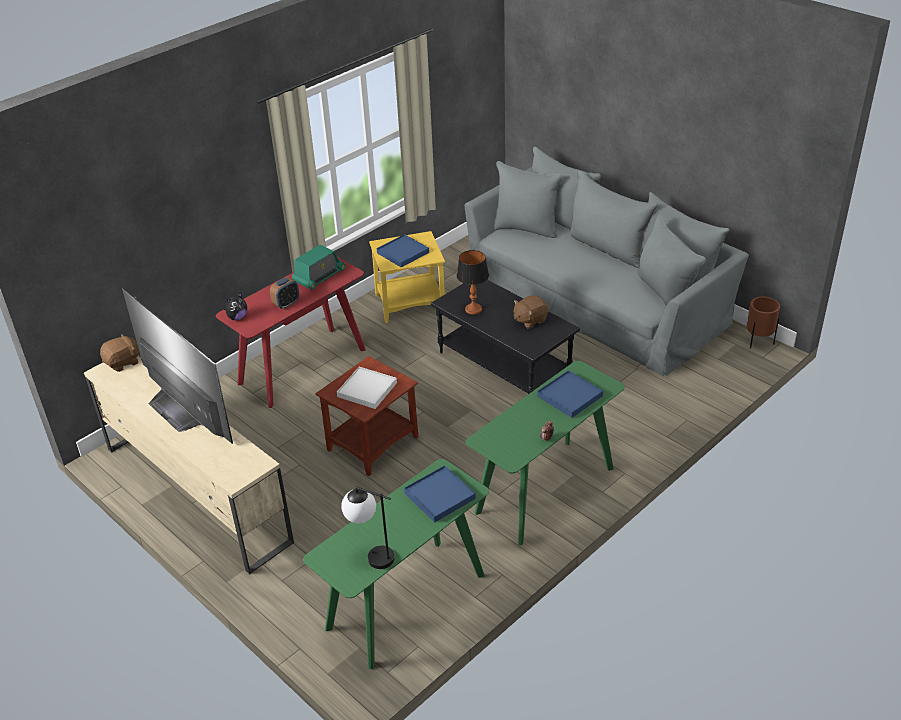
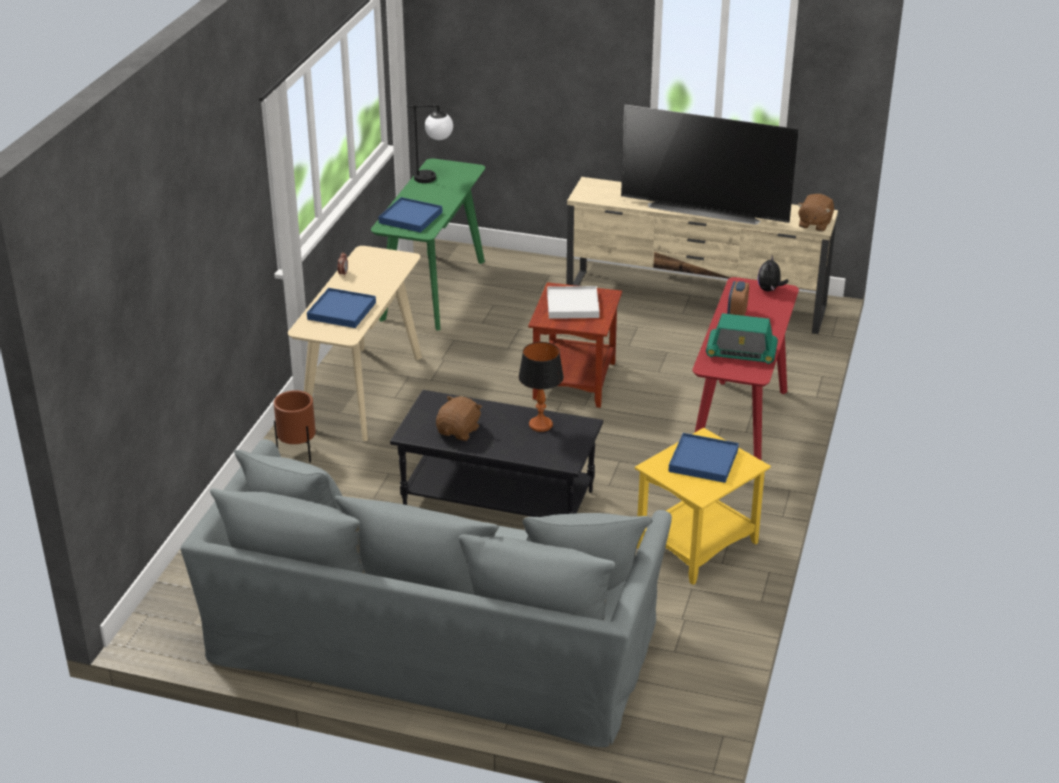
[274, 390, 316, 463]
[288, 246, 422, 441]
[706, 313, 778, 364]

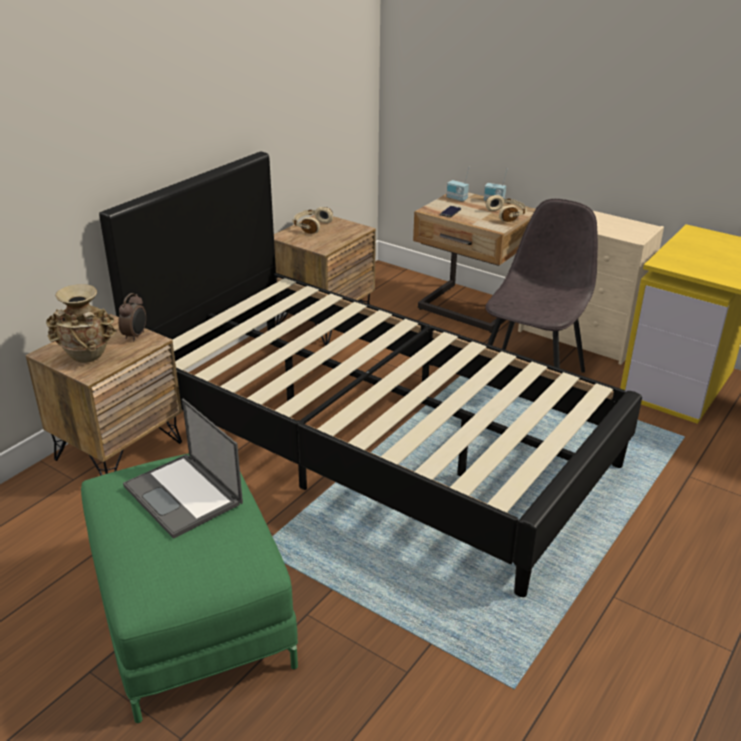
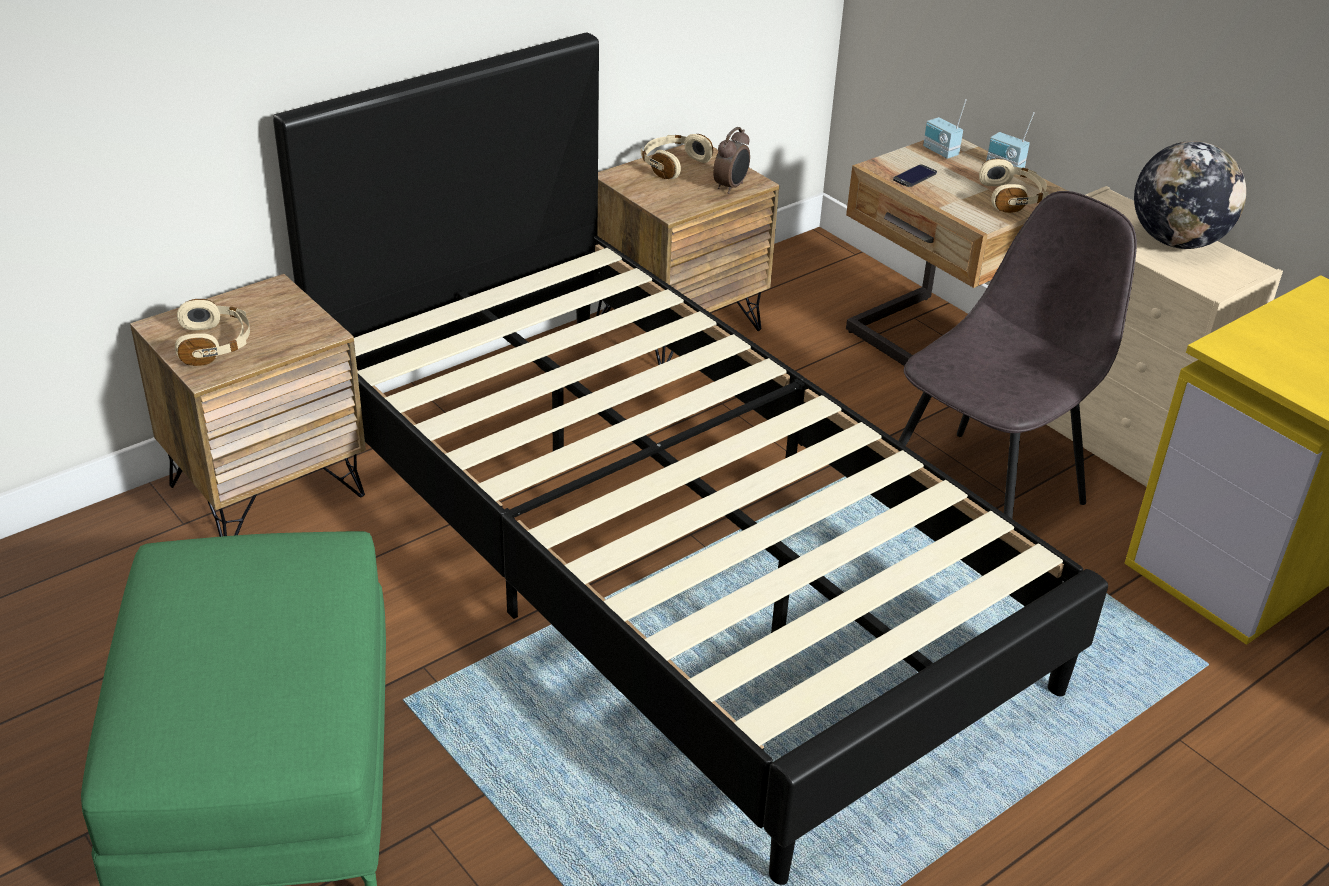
[123, 399, 243, 539] (first image)
[1134, 141, 1246, 249]
[713, 127, 750, 194]
[175, 299, 250, 366]

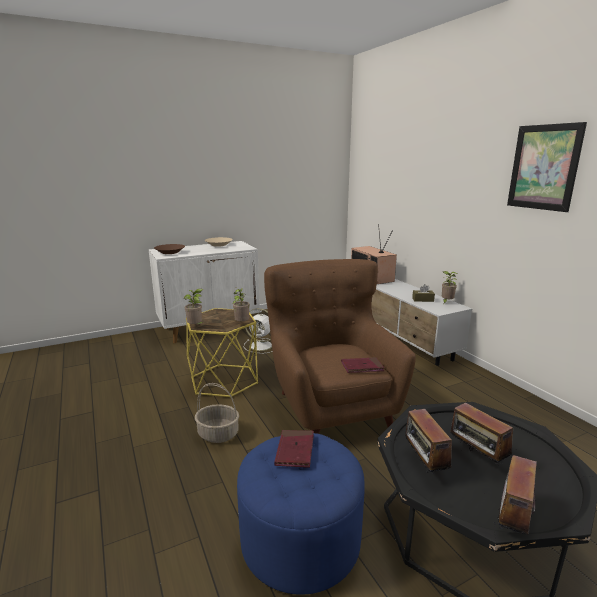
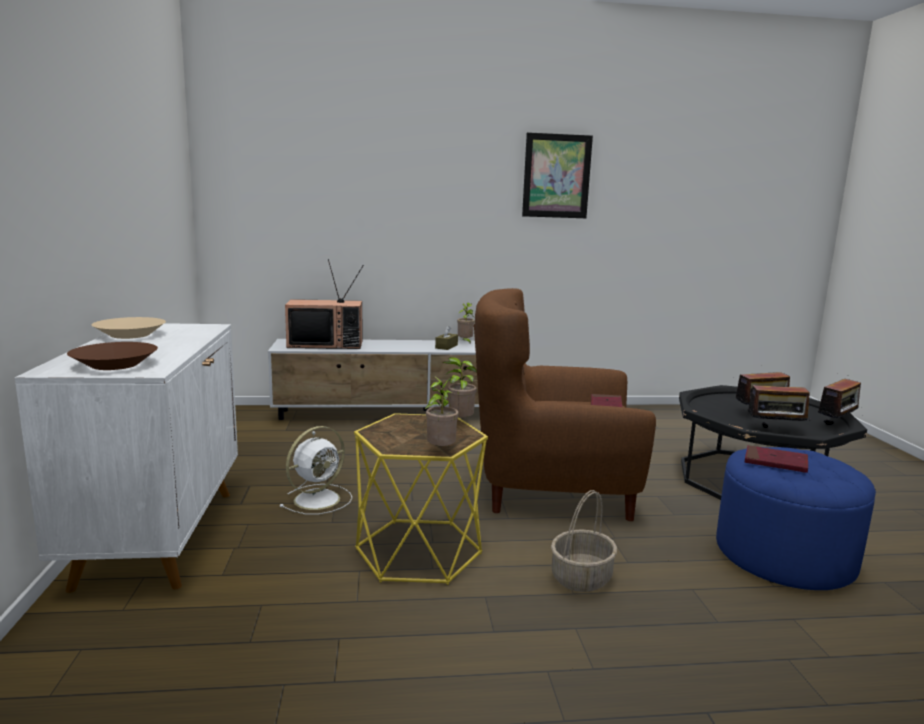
[818, 379, 862, 425]

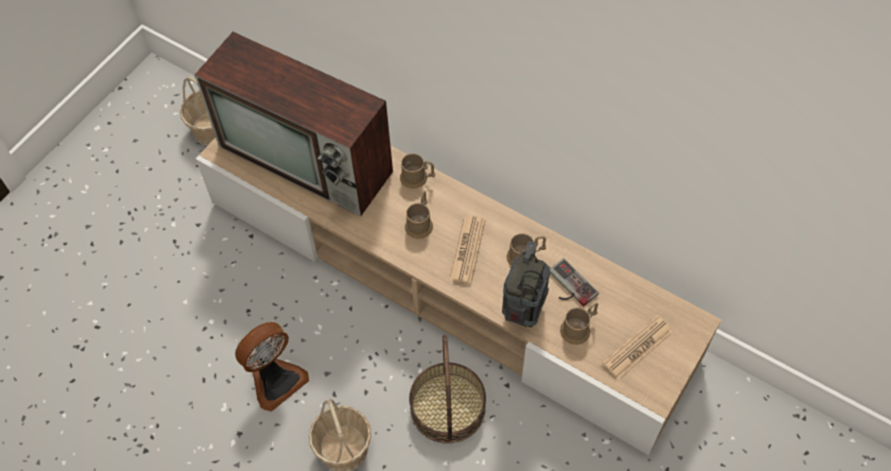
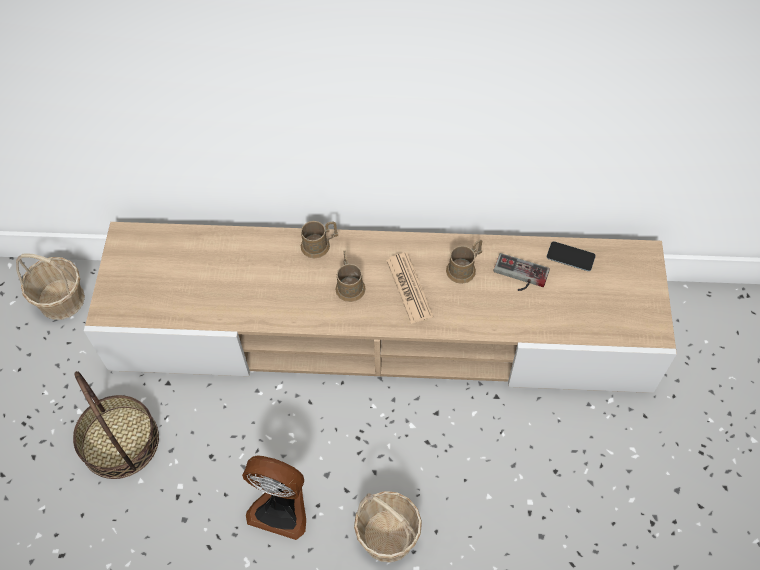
[195, 32, 393, 216] (first image)
[502, 241, 550, 327] (first image)
[560, 303, 598, 345] (first image)
[602, 315, 673, 380] (first image)
[547, 241, 595, 271]
[73, 371, 159, 479]
[242, 456, 306, 540]

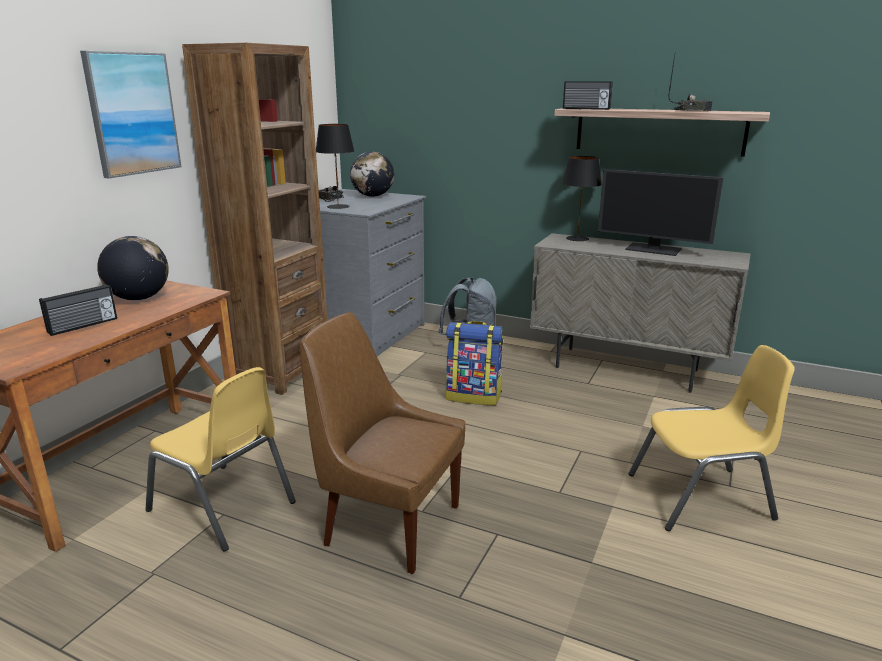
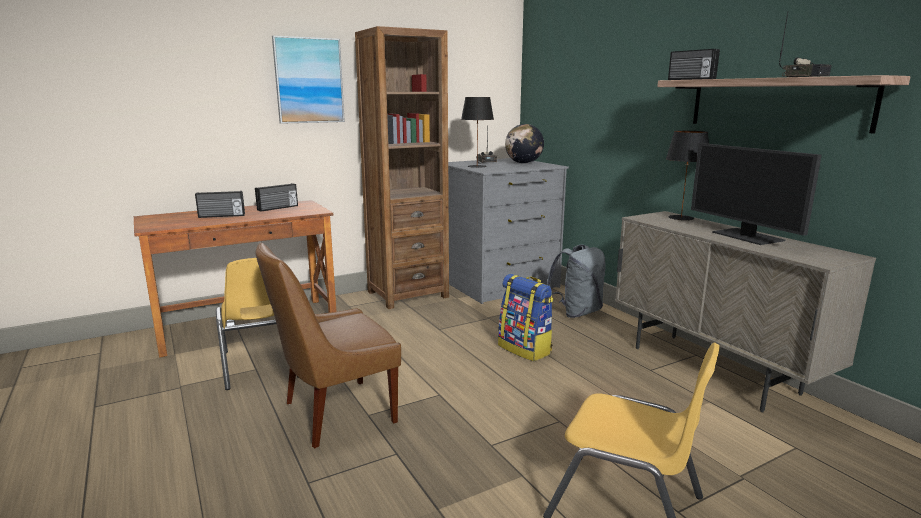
[255, 183, 298, 212]
[256, 243, 401, 448]

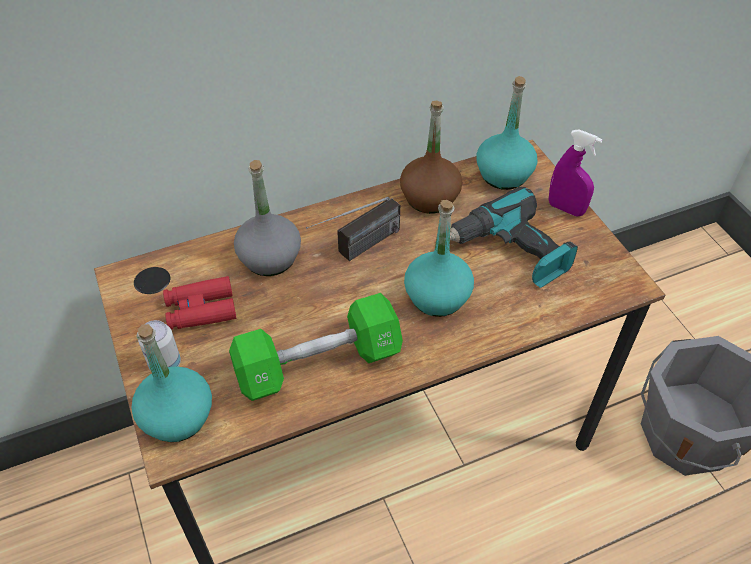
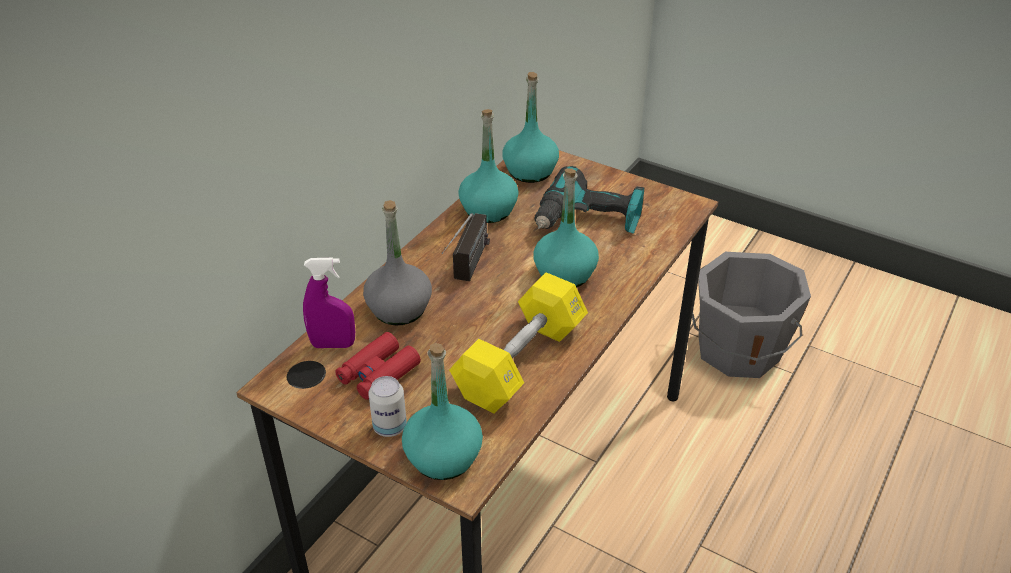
[303, 258, 355, 348]
[449, 272, 588, 413]
[458, 109, 519, 223]

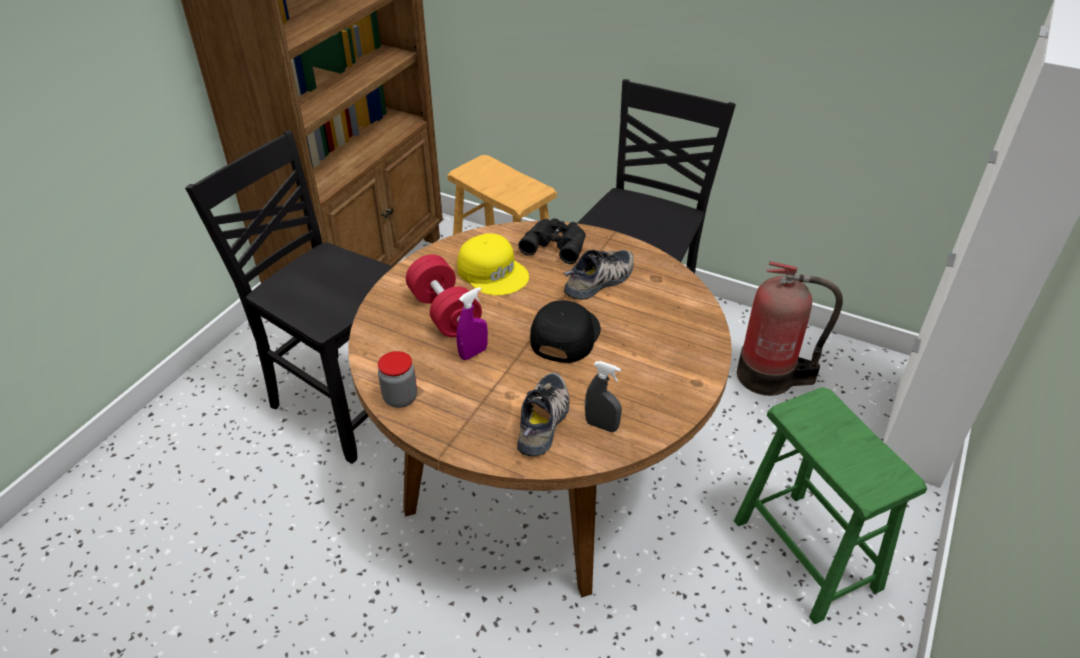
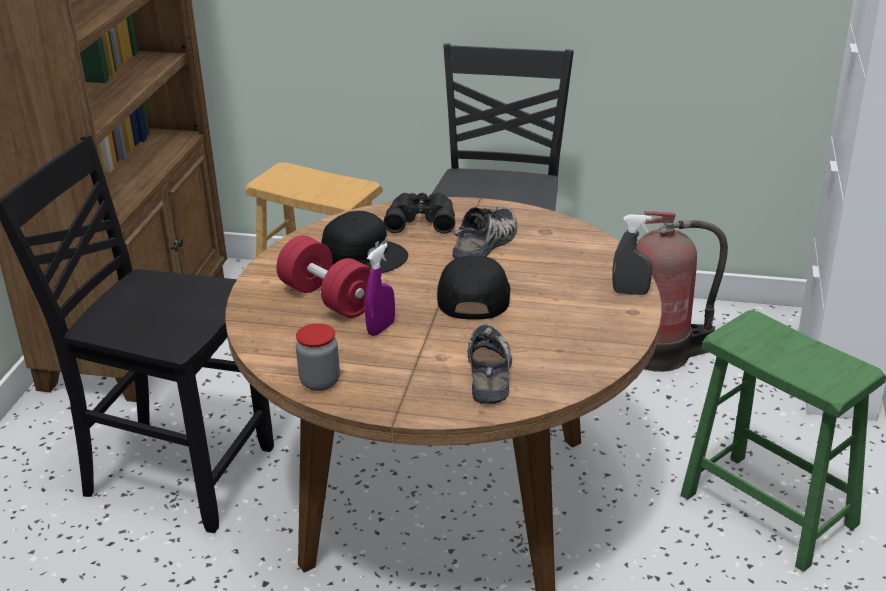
[612, 214, 653, 295]
[321, 211, 408, 273]

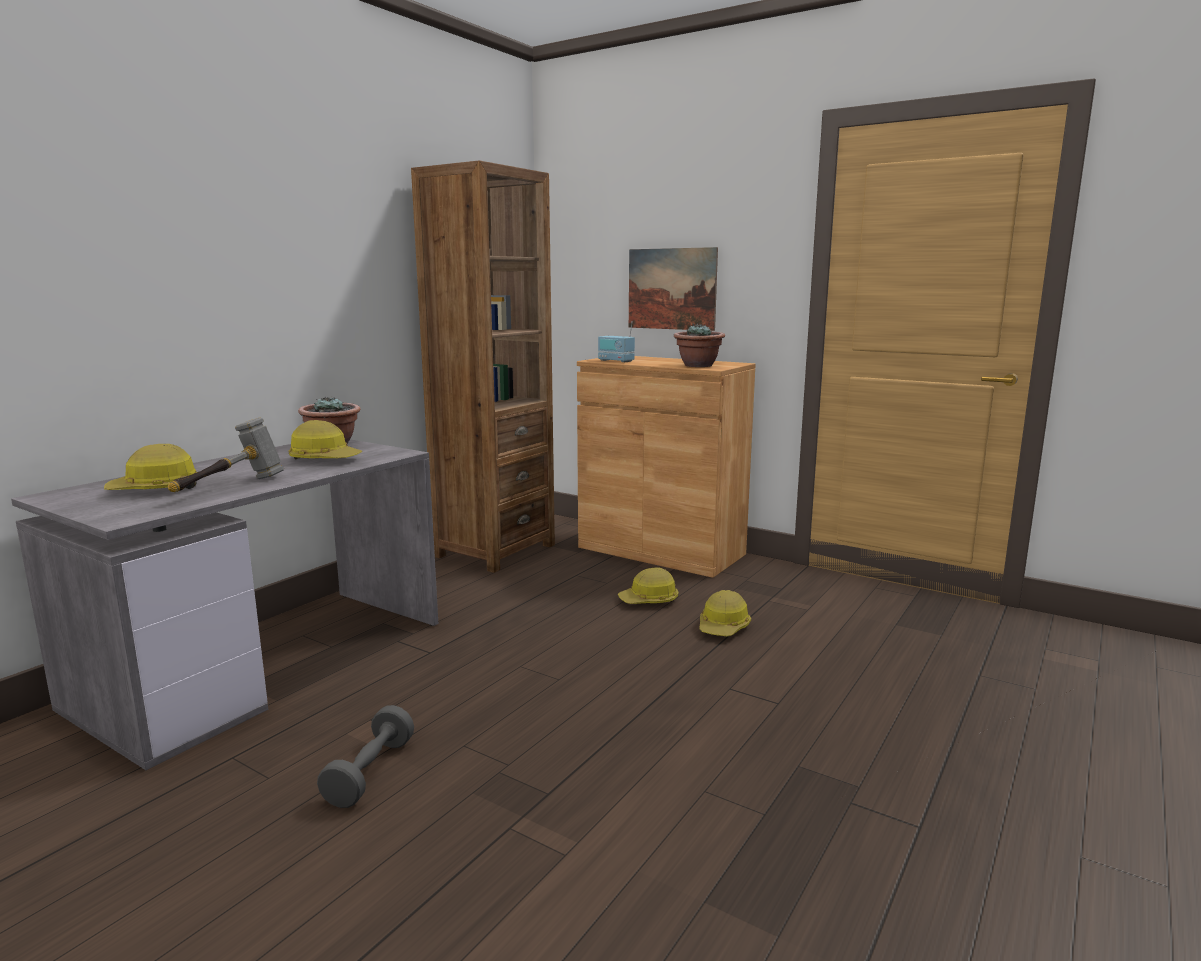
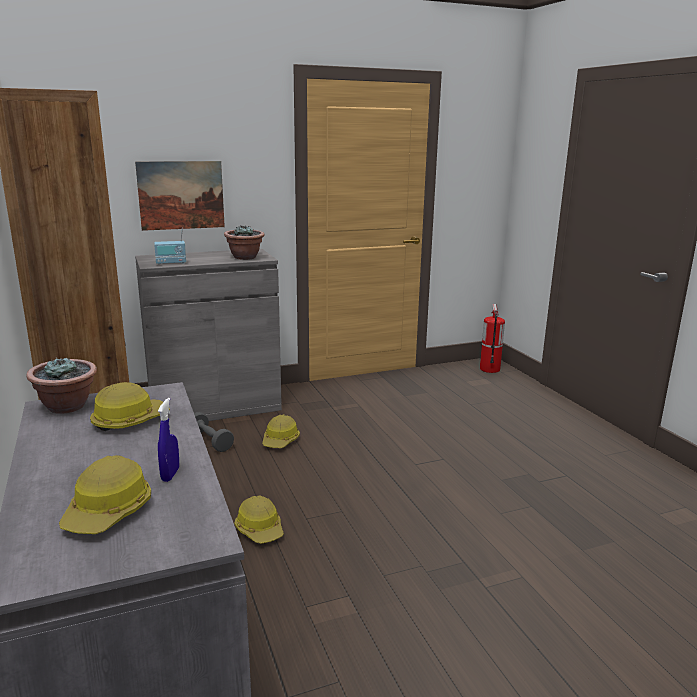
[480, 304, 505, 373]
[194, 412, 234, 452]
[234, 495, 284, 544]
[158, 398, 179, 482]
[135, 249, 282, 421]

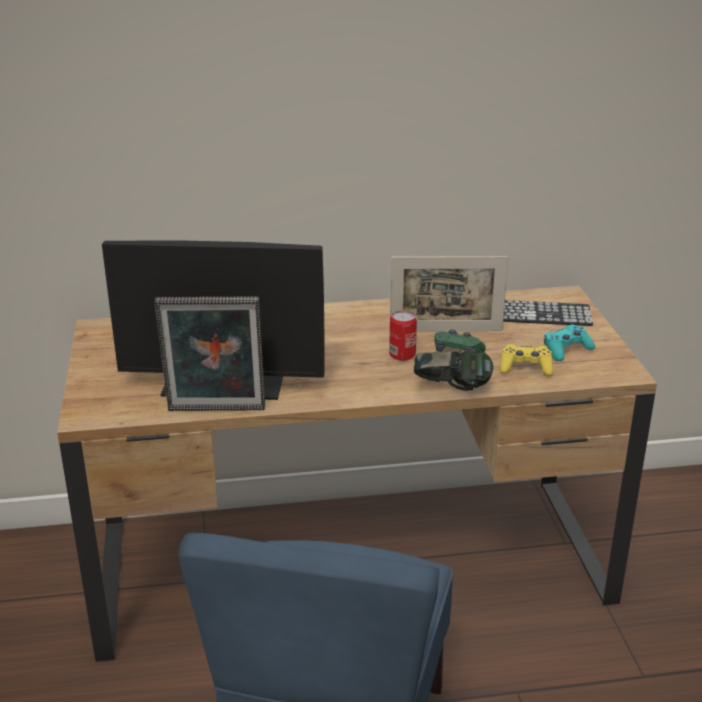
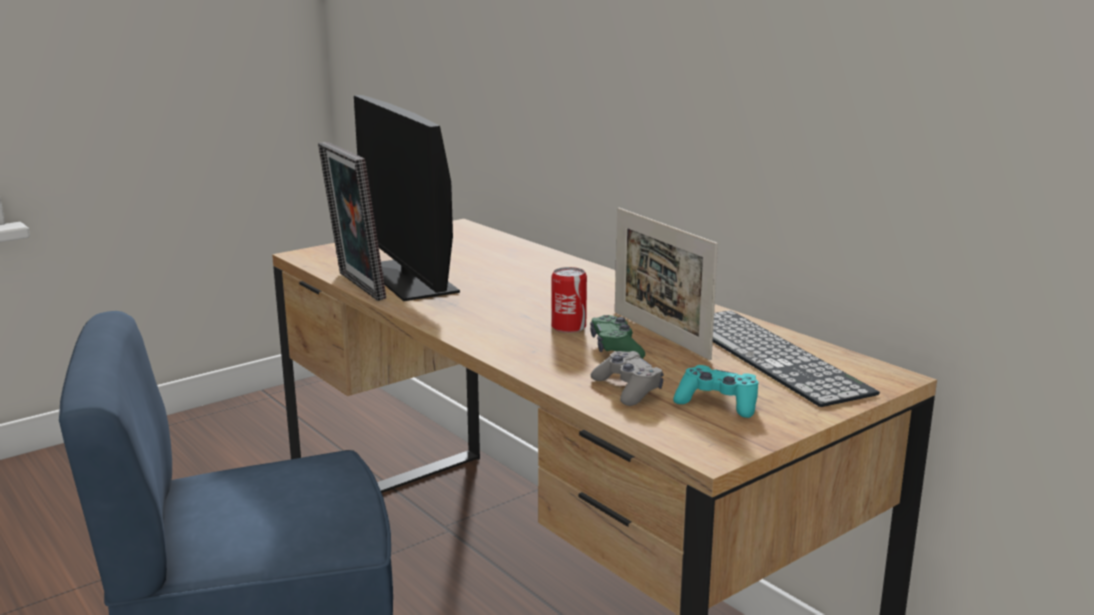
[414, 348, 493, 391] (first image)
[591, 351, 663, 406]

